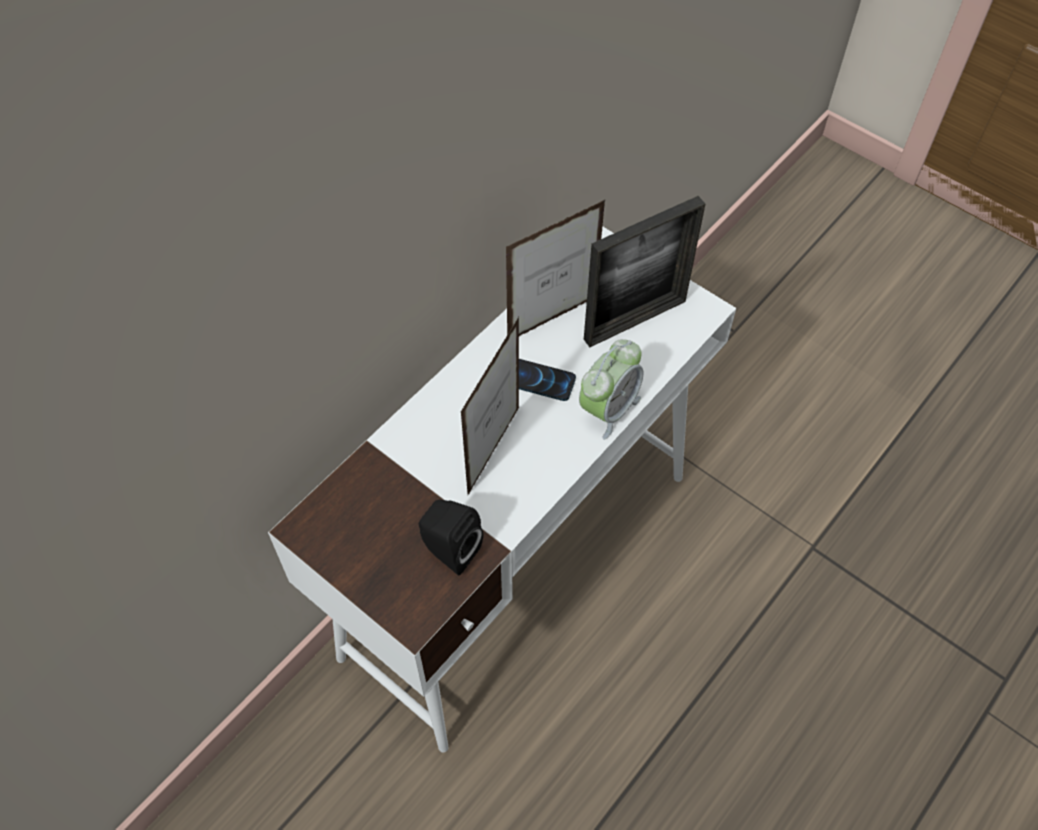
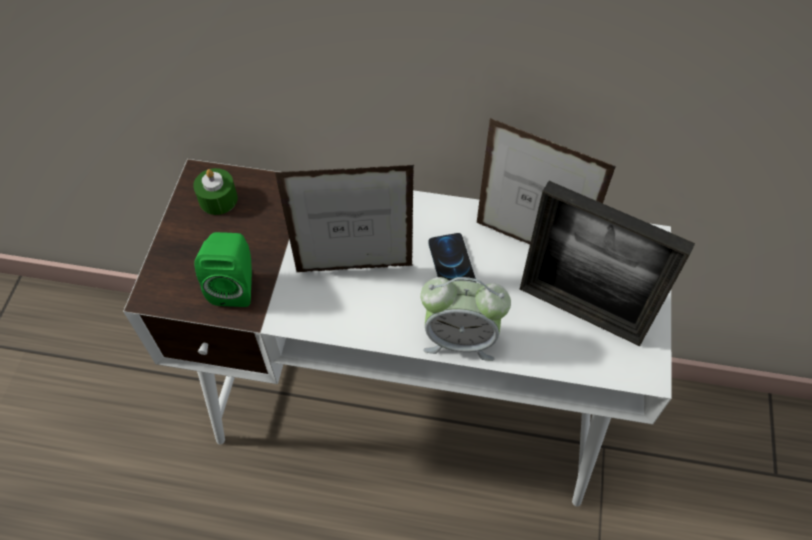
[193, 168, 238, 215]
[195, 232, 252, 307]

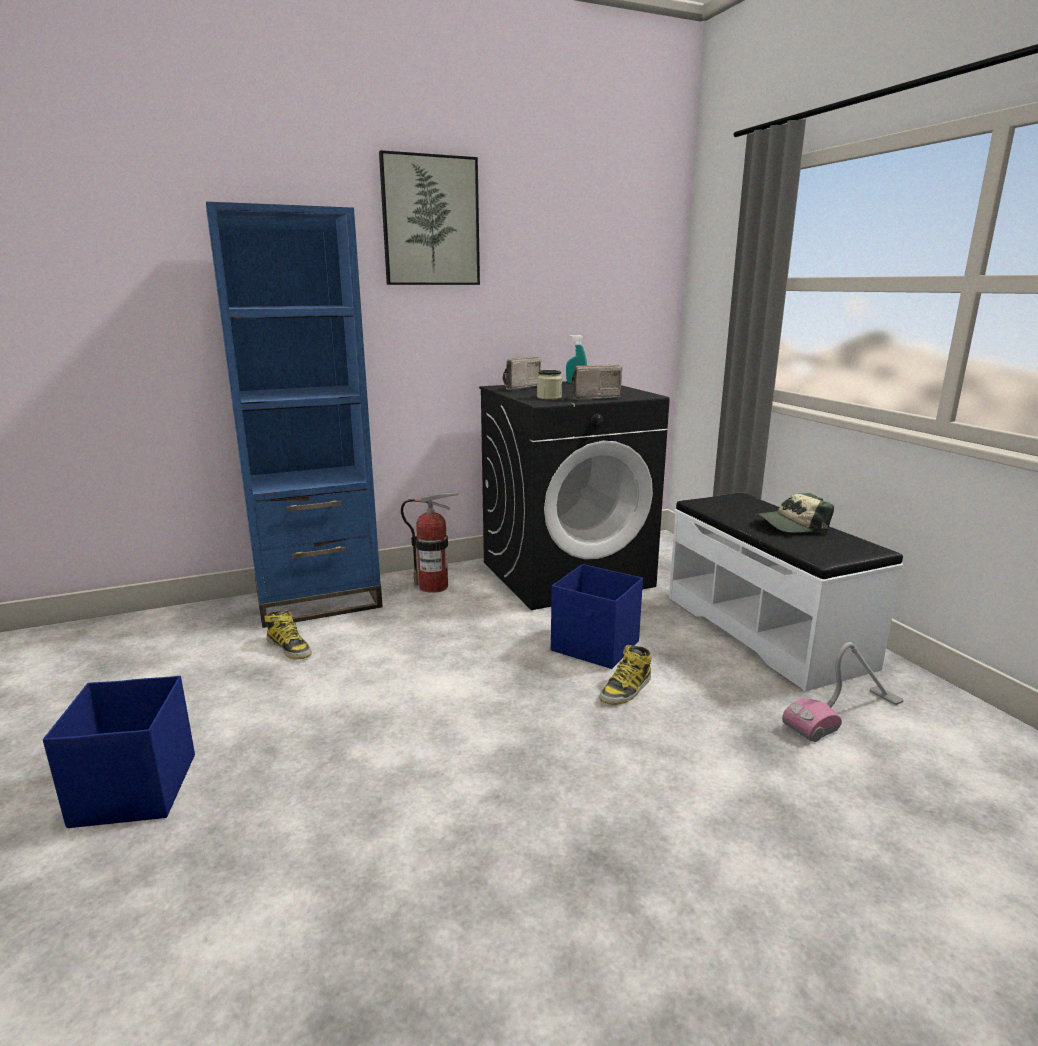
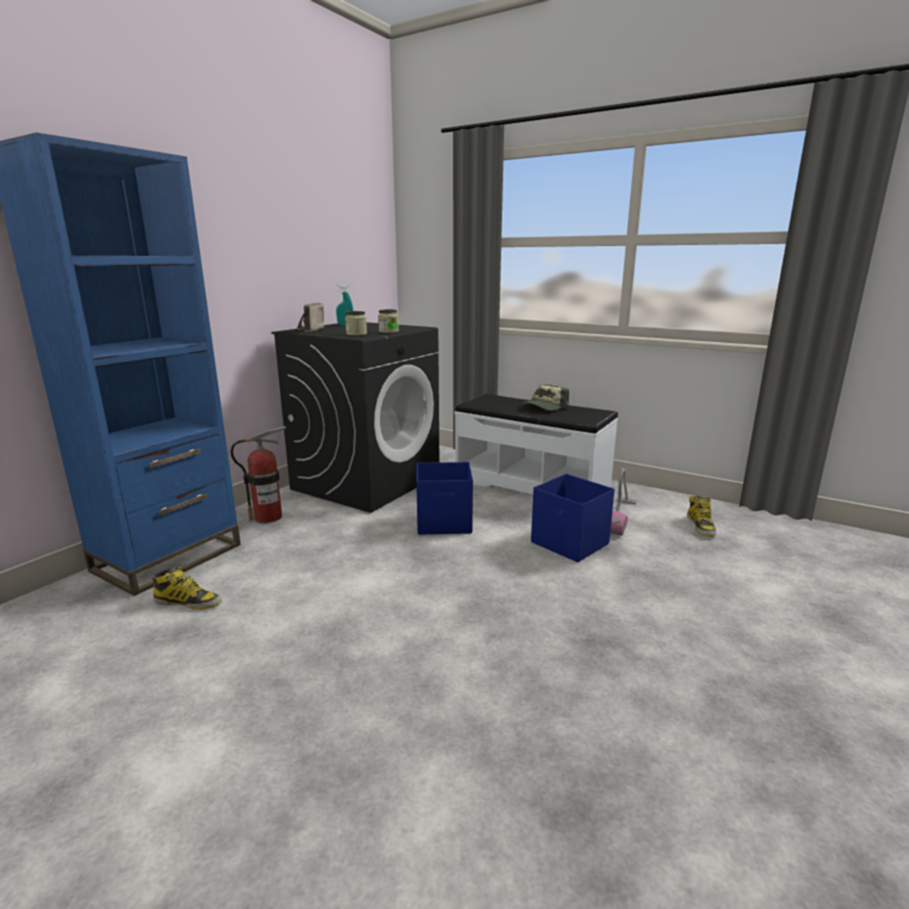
[379, 150, 480, 285] (first image)
[531, 474, 615, 562]
[687, 496, 716, 537]
[378, 309, 399, 333]

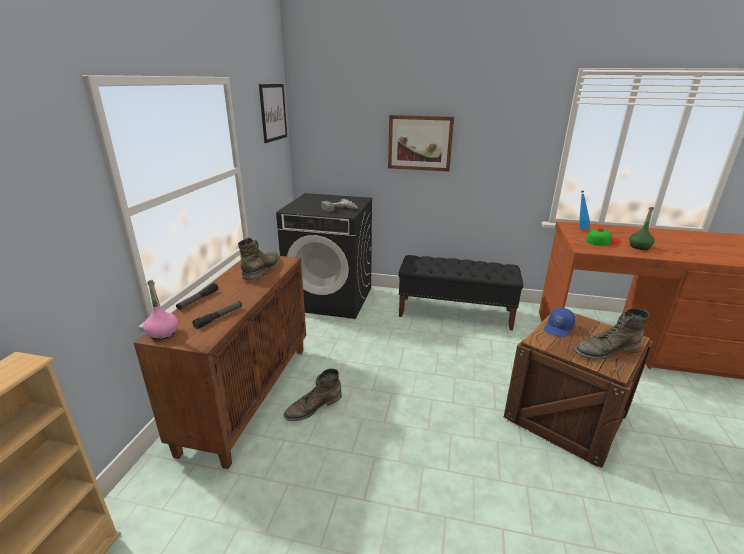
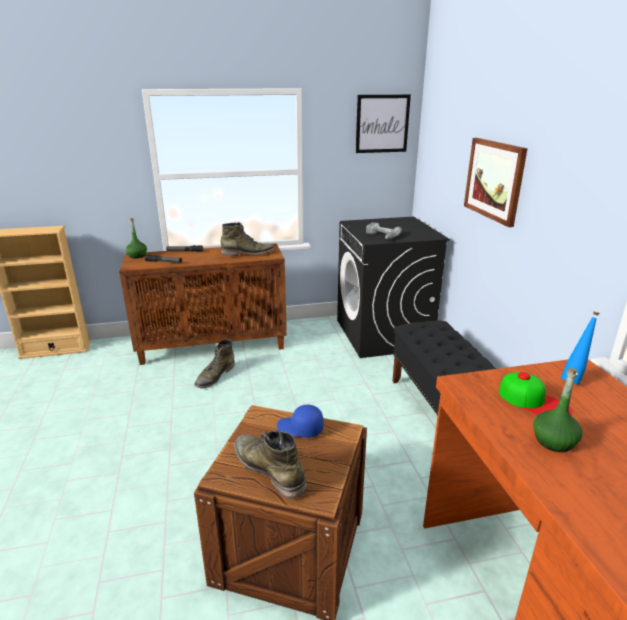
[126, 218, 147, 258]
[194, 339, 235, 389]

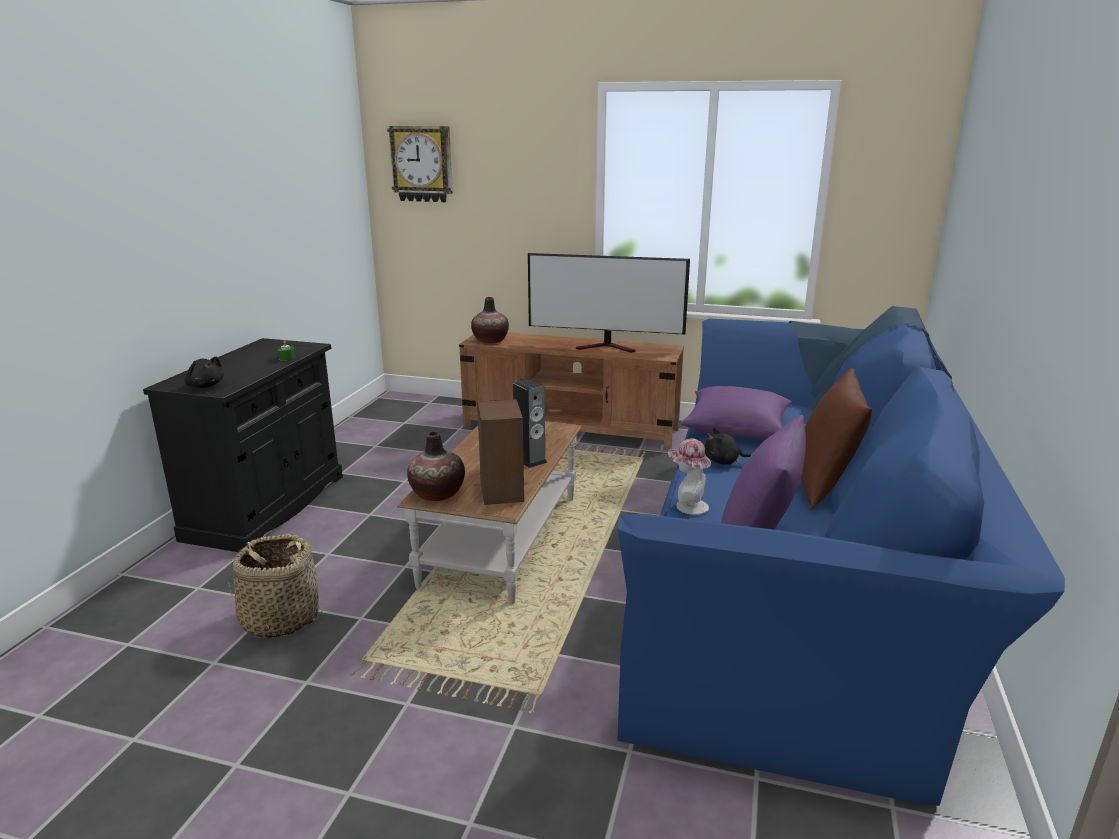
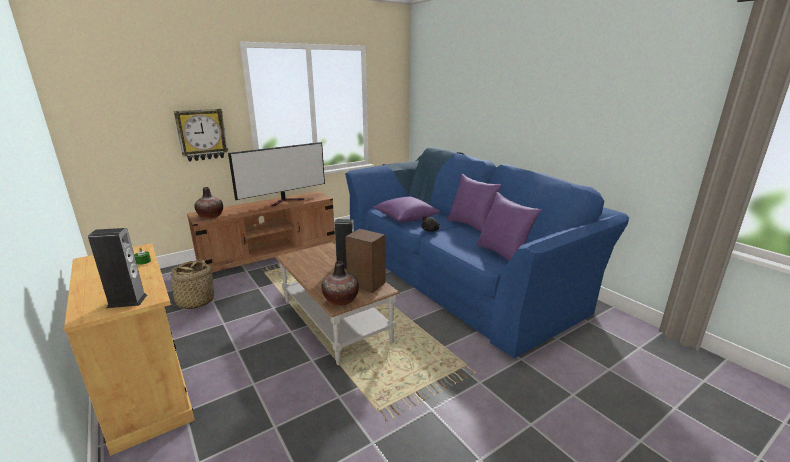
[668, 438, 711, 515] (first image)
[167, 260, 217, 309]
[174, 109, 228, 162]
[88, 228, 147, 308]
[64, 243, 195, 456]
[447, 174, 502, 232]

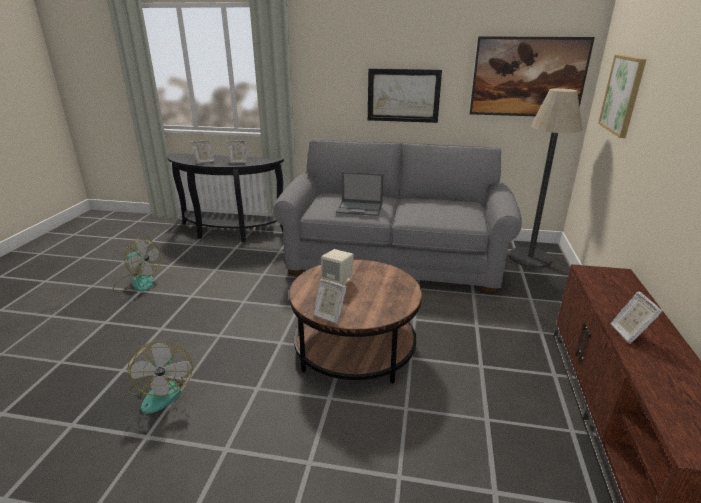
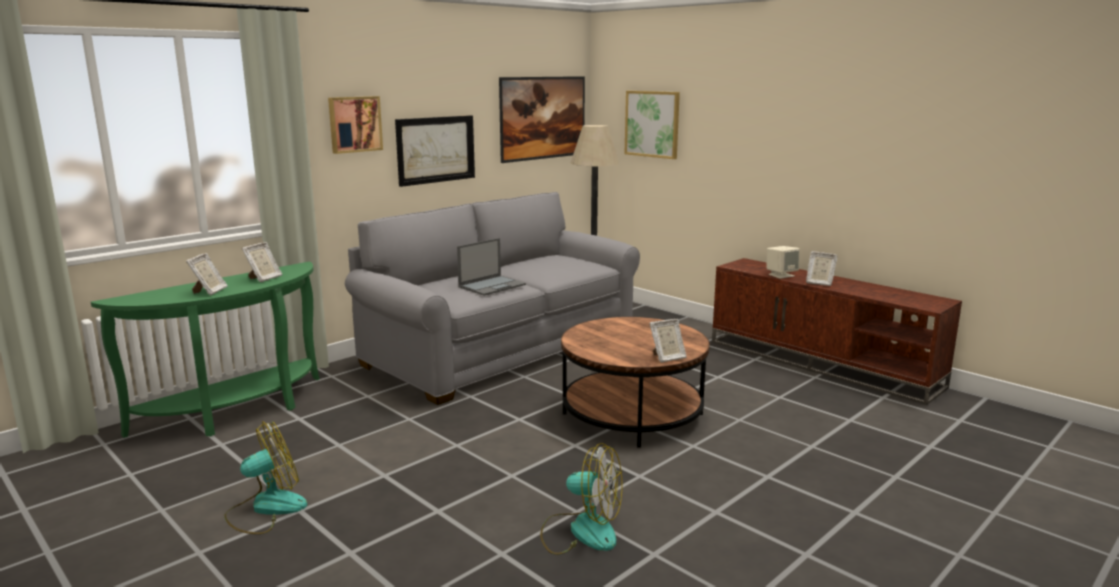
[328, 96, 383, 154]
[766, 246, 800, 279]
[91, 262, 320, 438]

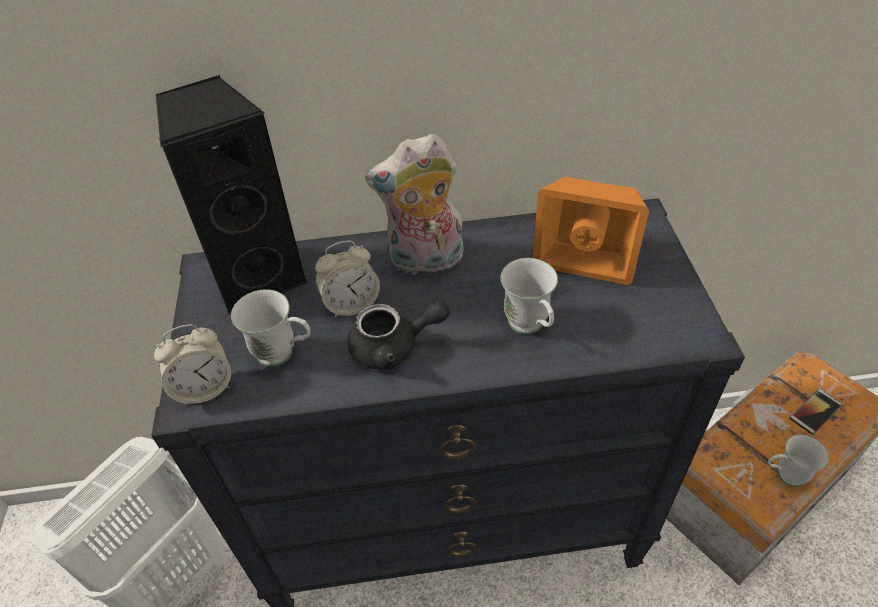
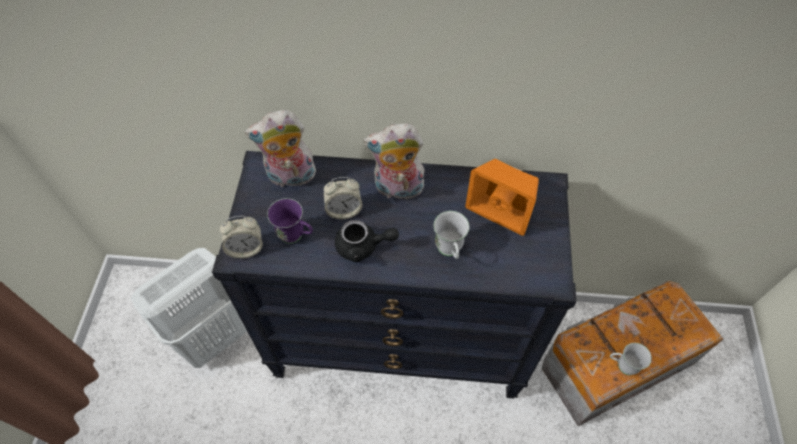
[789, 389, 842, 435] (first image)
[245, 110, 316, 187]
[267, 198, 313, 244]

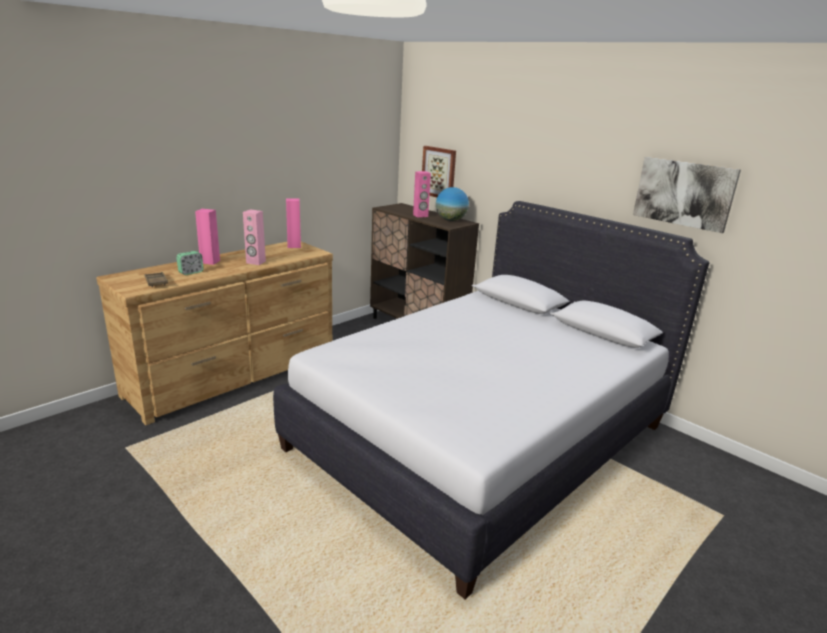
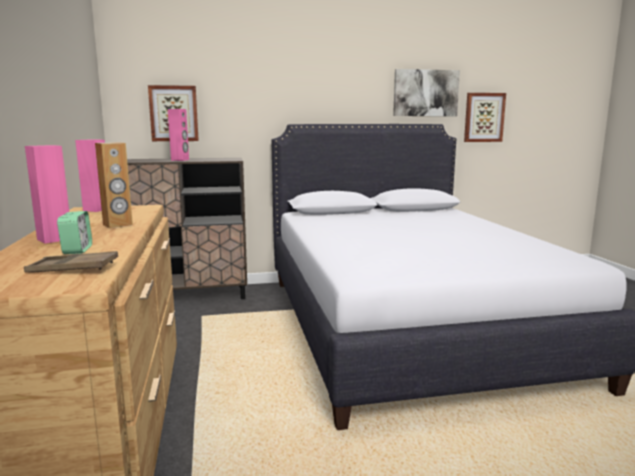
[436, 187, 469, 221] (first image)
[464, 93, 506, 142]
[95, 142, 133, 228]

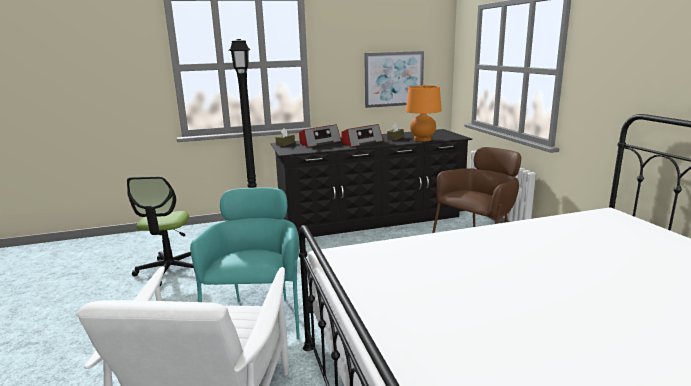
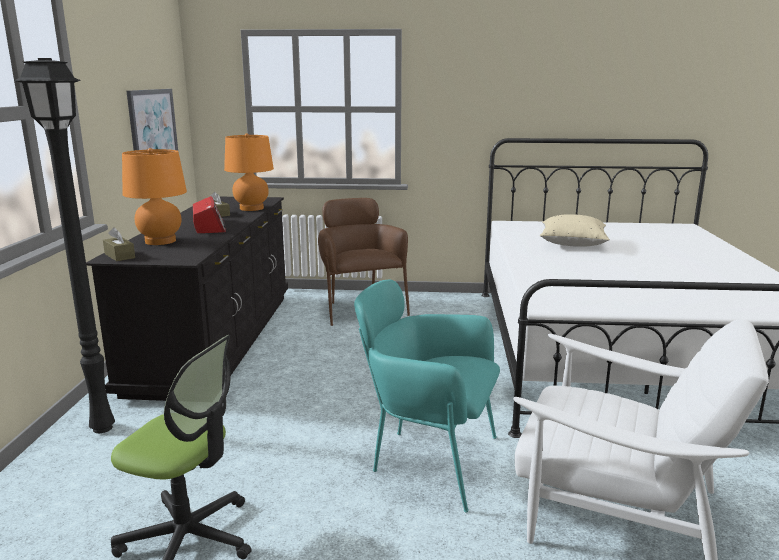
[540, 214, 610, 247]
[122, 148, 187, 245]

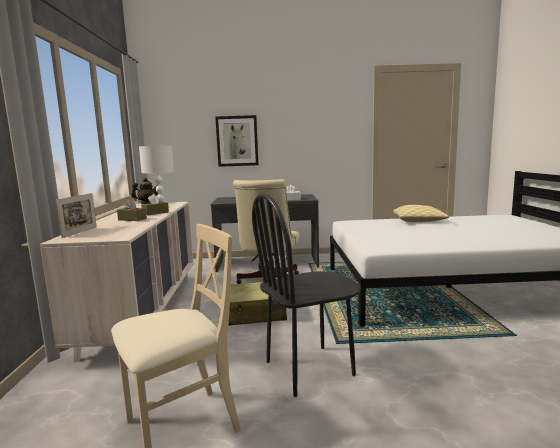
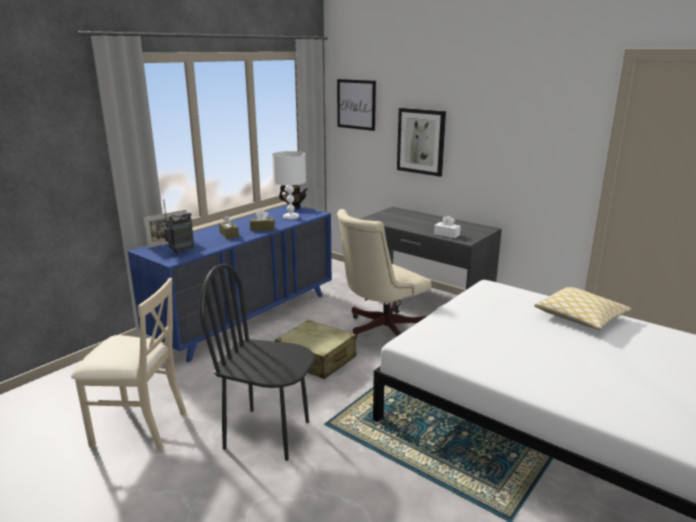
[163, 199, 195, 254]
[337, 79, 376, 131]
[128, 205, 332, 362]

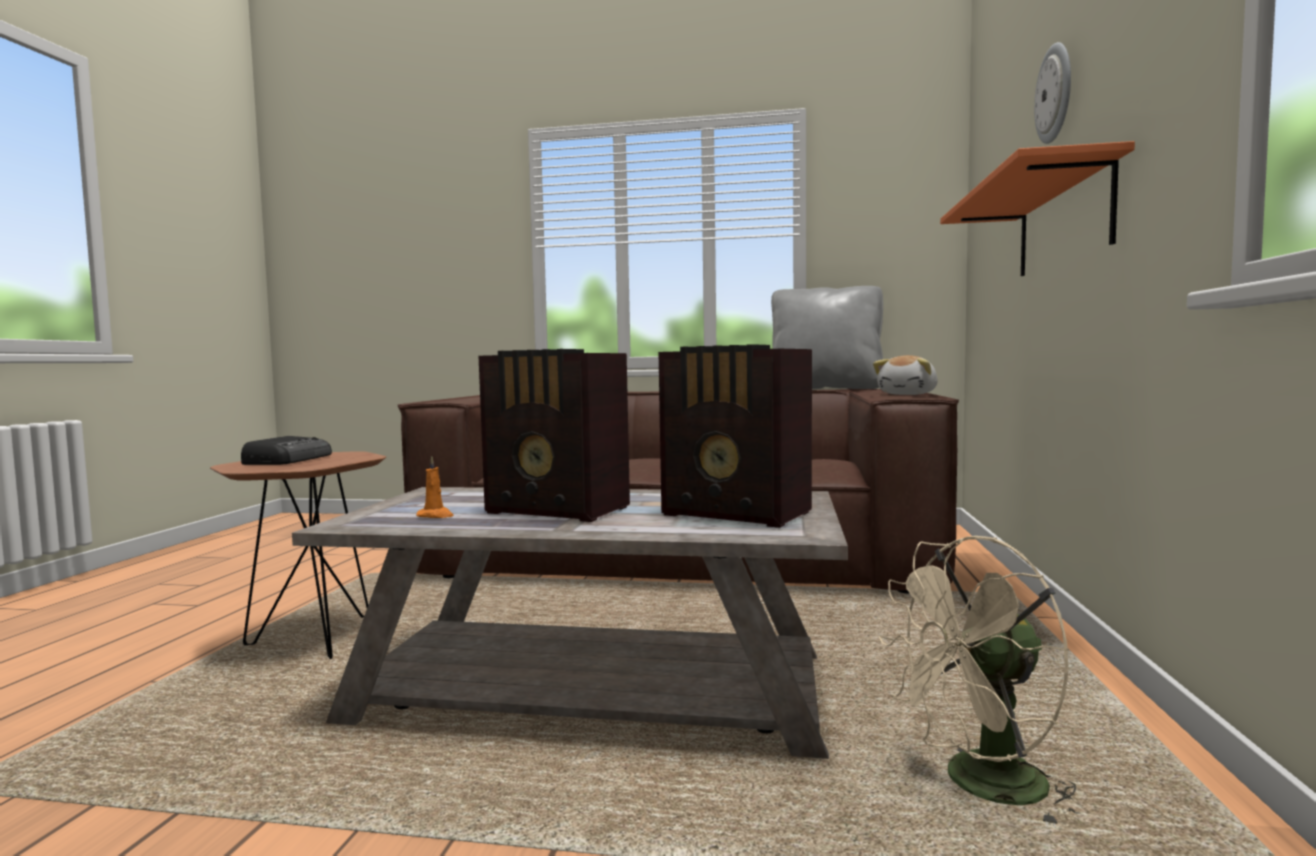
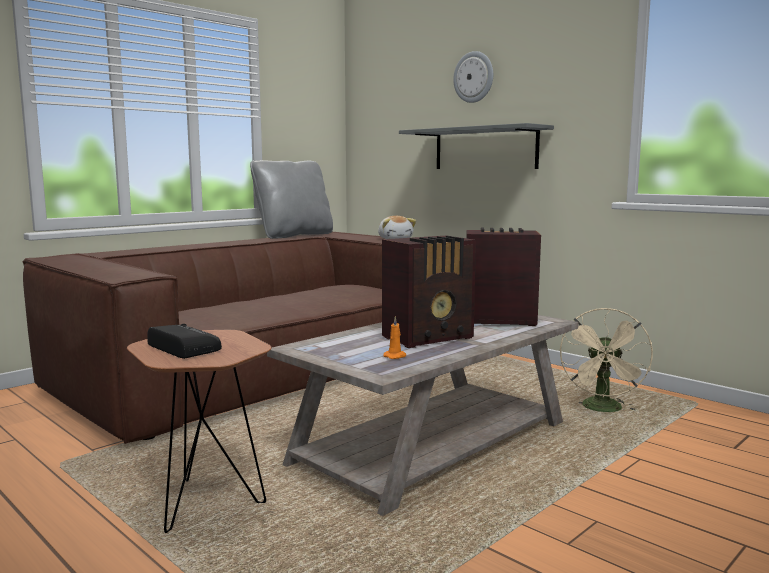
[399, 123, 554, 169]
[466, 228, 541, 326]

